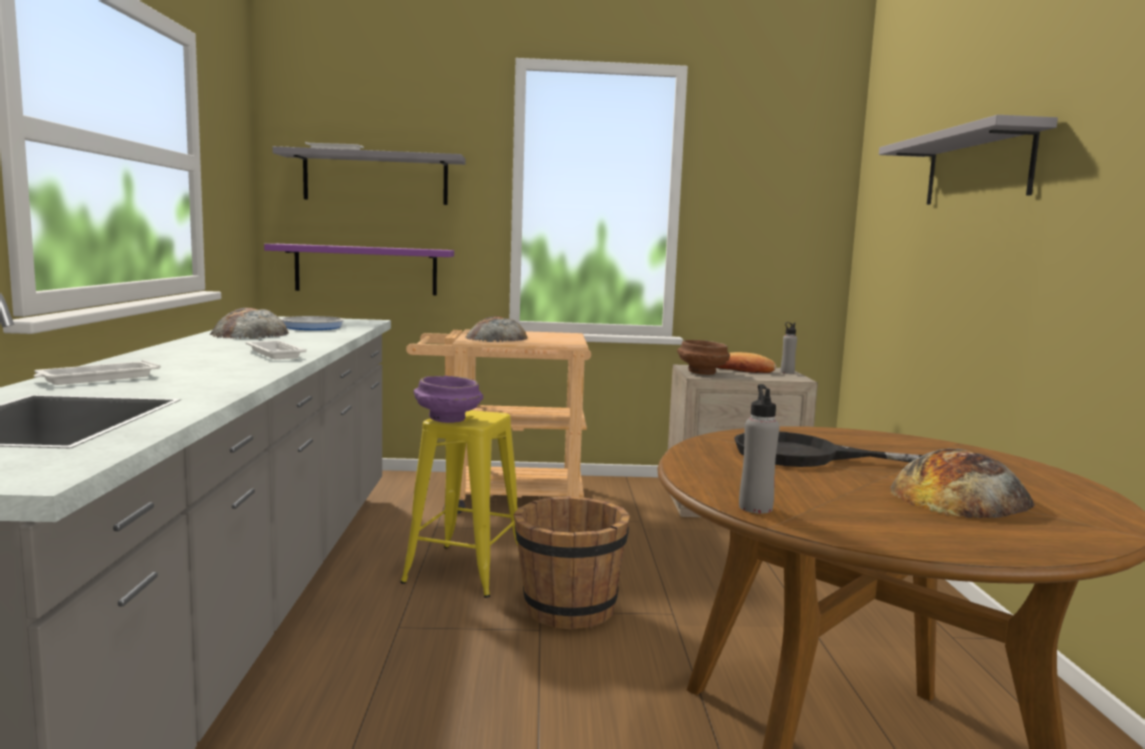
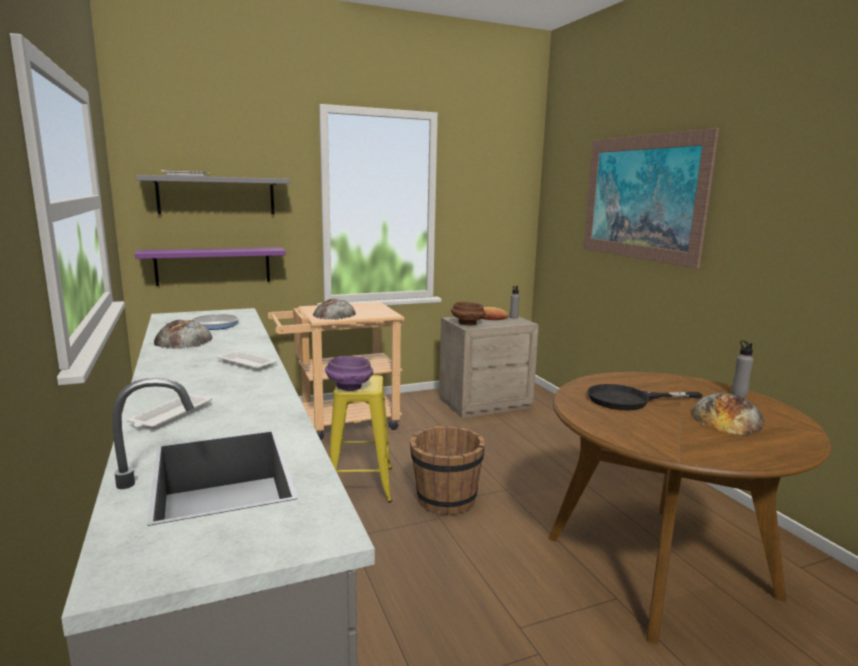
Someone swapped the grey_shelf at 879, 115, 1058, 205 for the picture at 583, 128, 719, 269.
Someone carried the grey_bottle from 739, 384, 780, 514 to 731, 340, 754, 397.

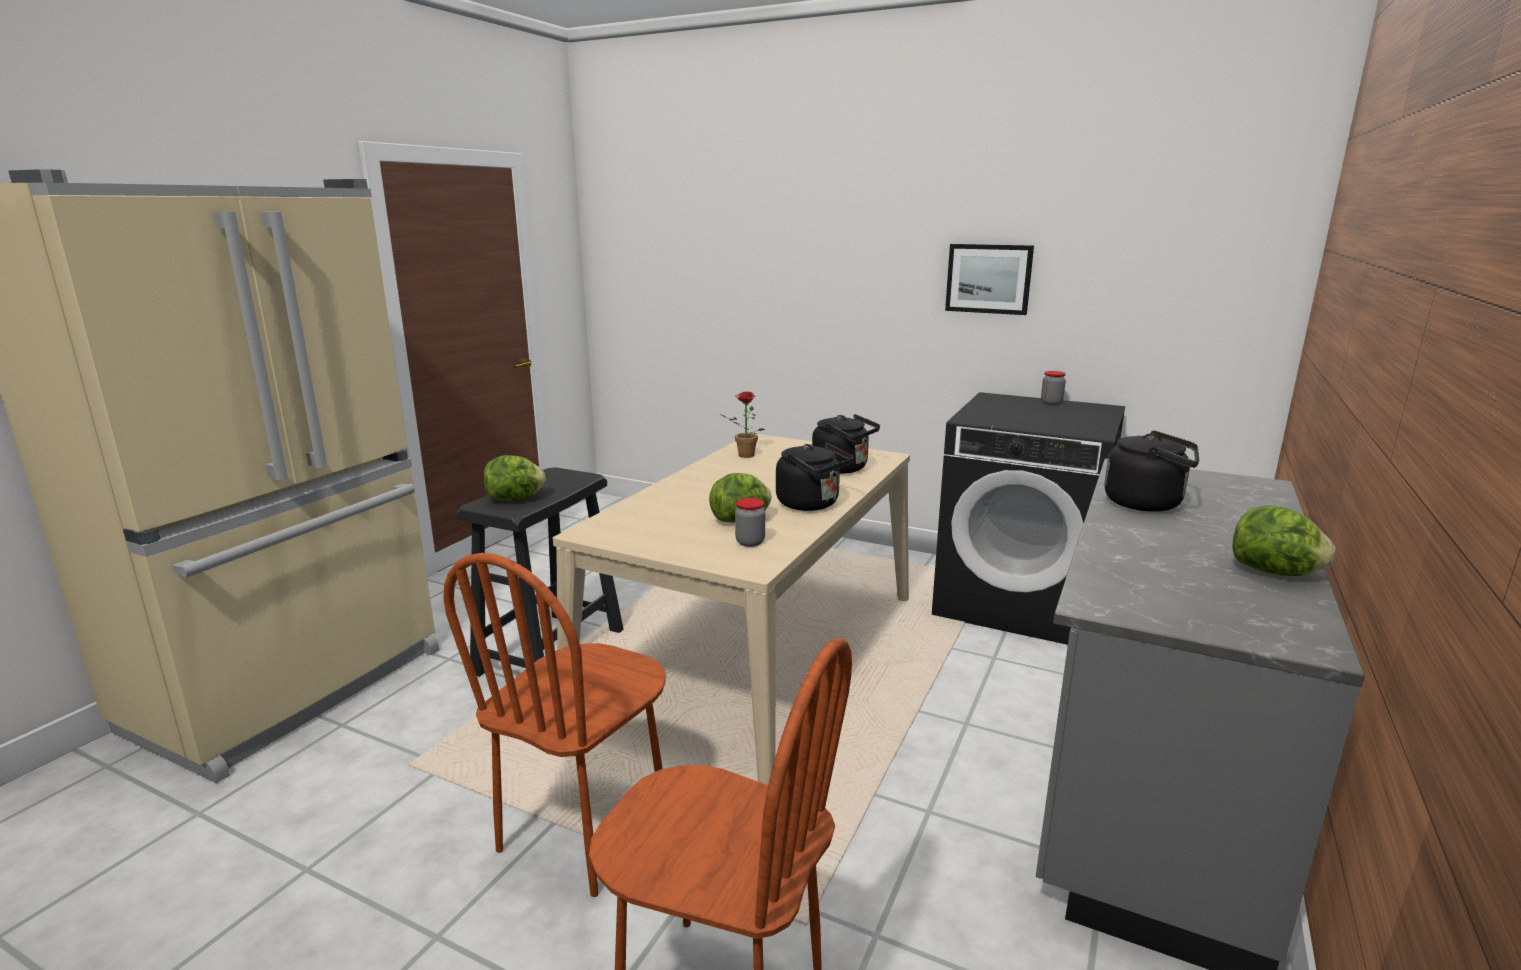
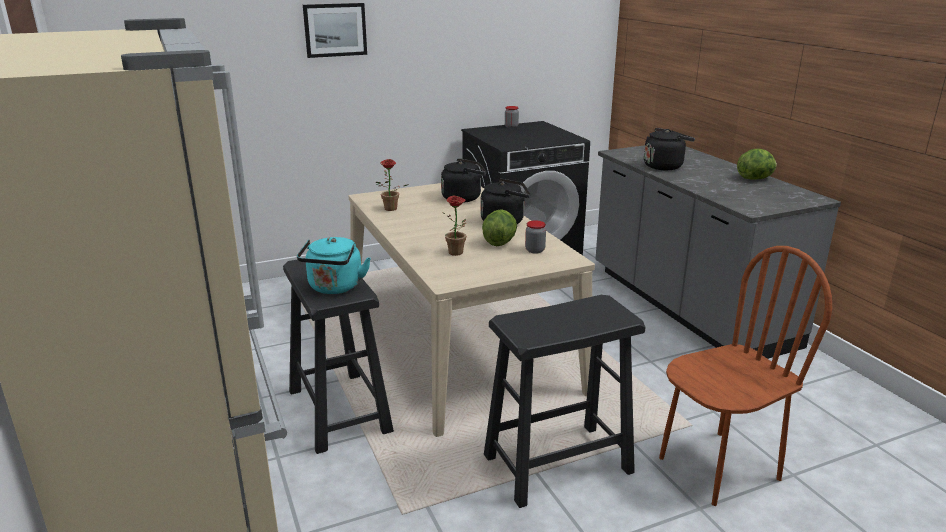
Someone swapped the lettuce at 484, 455, 546, 501 for the turquoise_kettle at 297, 237, 371, 294.
Someone carried the picture from 945, 244, 1034, 315 to 303, 3, 367, 58.
Someone put down the potted_plant at 442, 196, 466, 256.
Someone swapped the brown_chair at 443, 553, 666, 897 for the black_stool at 484, 295, 645, 508.

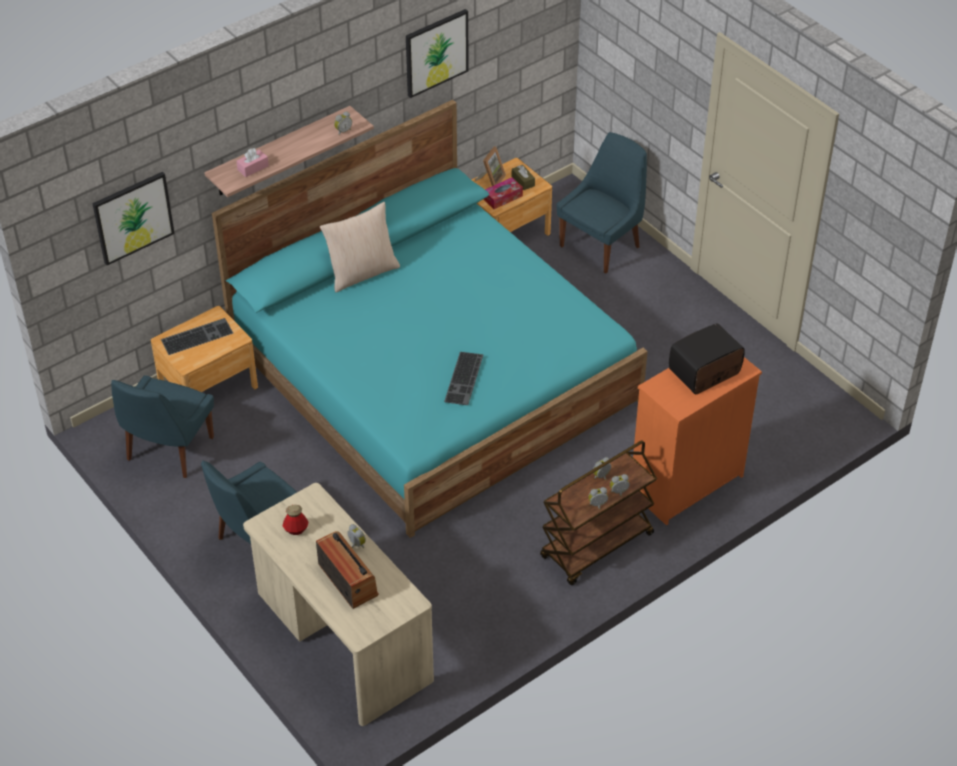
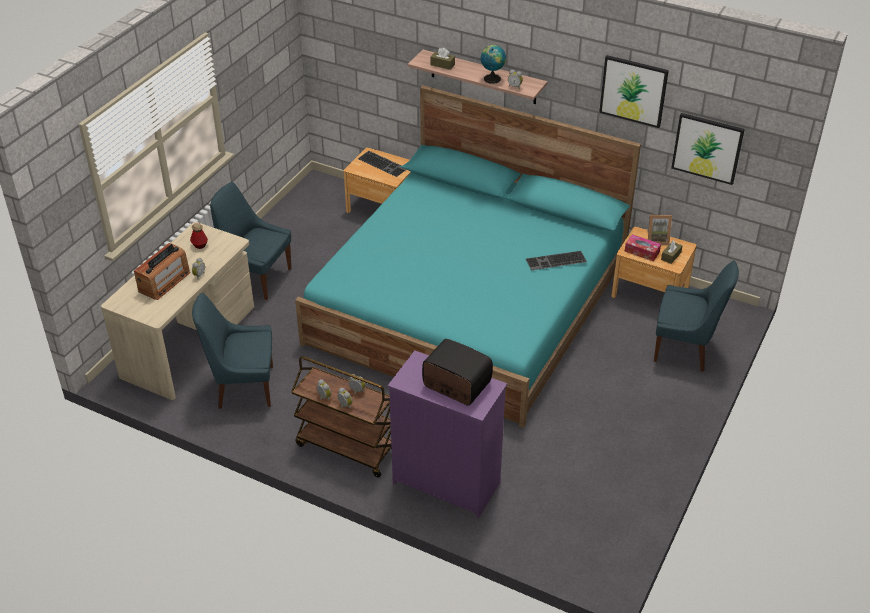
Someone carried the blue_chair from 111, 375, 214, 478 to 192, 293, 273, 409.
Someone repainted the orange_dresser at 633, 357, 762, 525, which became the purple_dresser at 388, 350, 507, 519.
Someone repainted the pink_tissue_box at 236, 148, 269, 177, which became the brown_tissue_box at 431, 48, 455, 70.
Someone put down the globe at 481, 45, 506, 84.
Someone carried the keyboard from 444, 352, 484, 405 to 526, 251, 587, 270.
Someone carried the picture from 92, 172, 175, 265 to 671, 113, 745, 185.
Someone took away the beige_pillow at 320, 202, 400, 292.

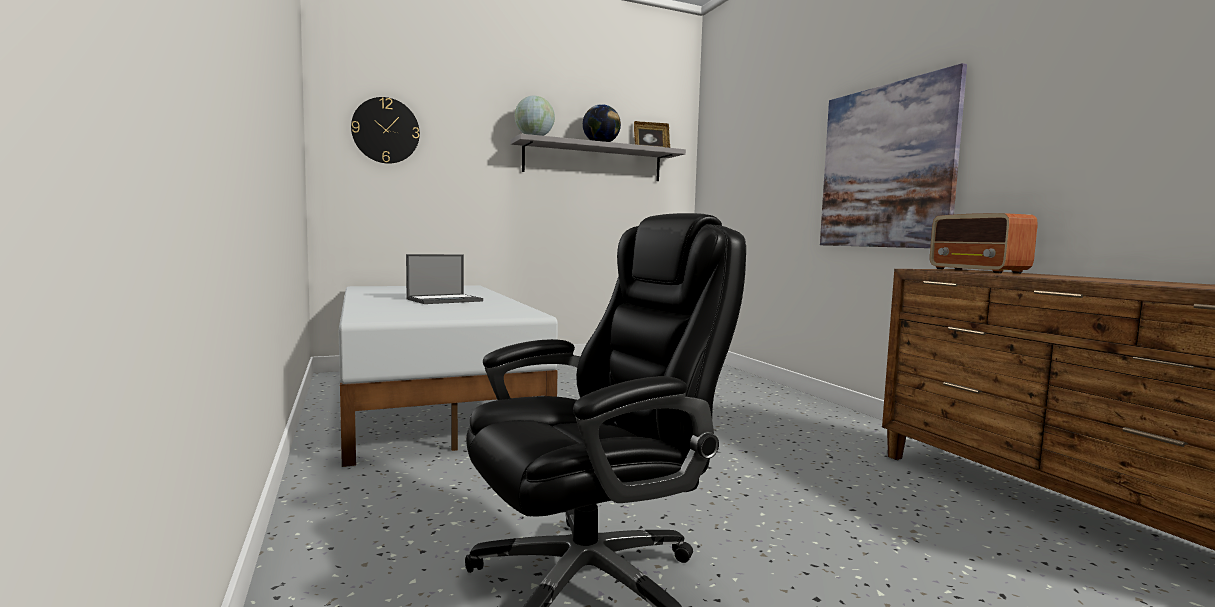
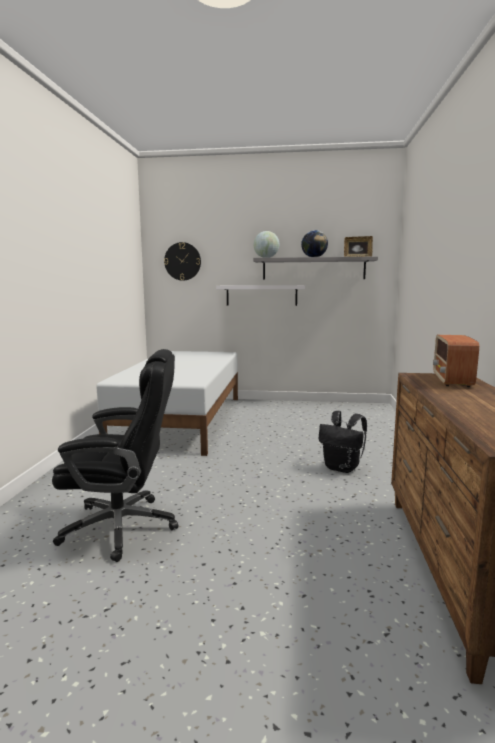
Someone put up the white_shelf at 216, 285, 305, 306.
Someone put down the black_backpack at 319, 411, 367, 473.
Someone took away the laptop at 406, 254, 483, 304.
Someone took away the picture at 820, 63, 967, 248.

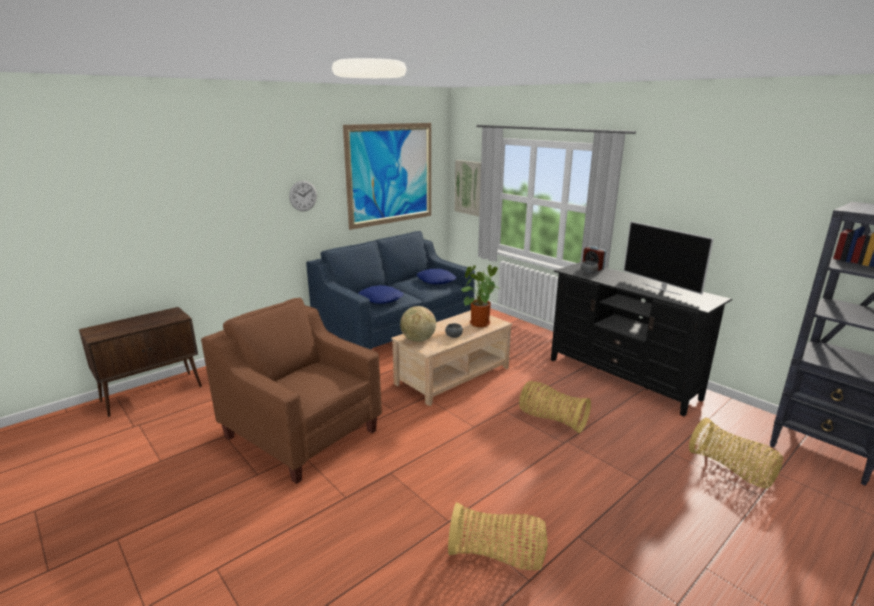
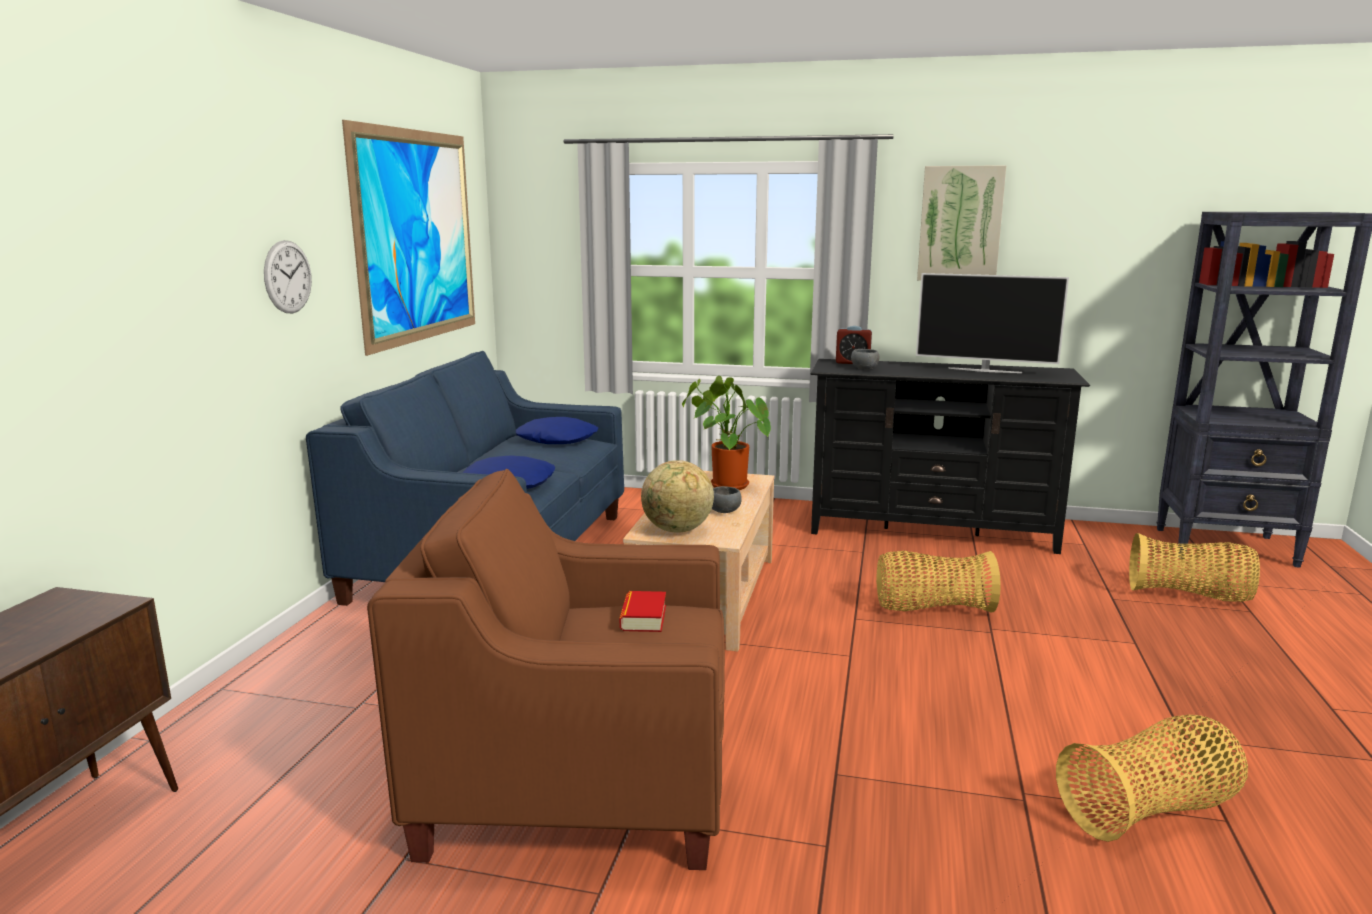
Someone put down the book at 620, 591, 666, 632.
Someone carried the picture from 454, 160, 481, 216 to 917, 165, 1006, 281.

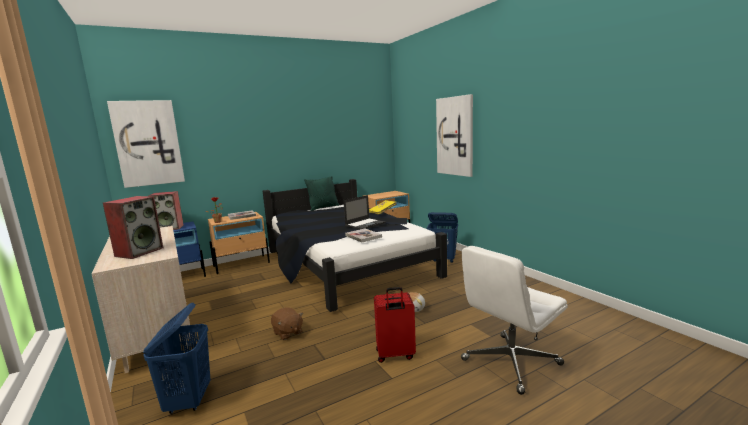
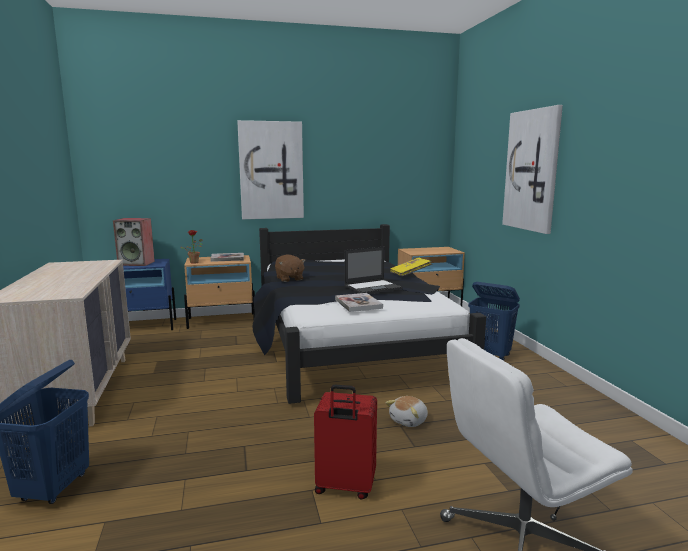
Someone carried the picture from 107, 100, 185, 188 to 237, 120, 304, 219.
Someone carried the brown_plush_toy from 271, 308, 303, 340 to 275, 254, 306, 282.
Someone took away the speaker at 103, 196, 163, 259.
Someone took away the green_pillow at 304, 176, 339, 210.

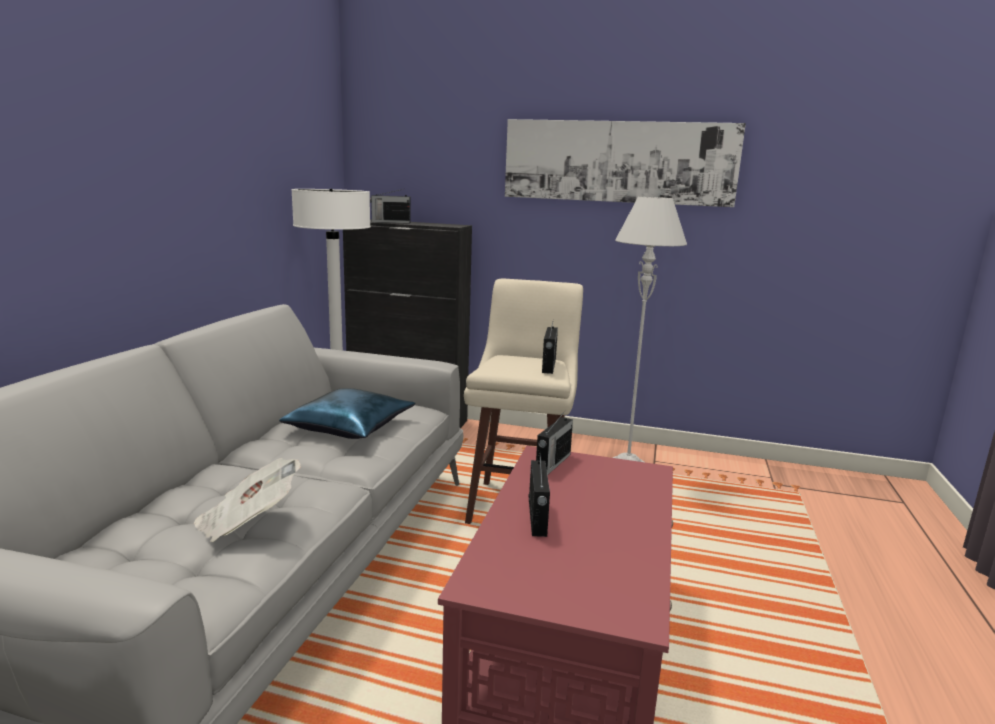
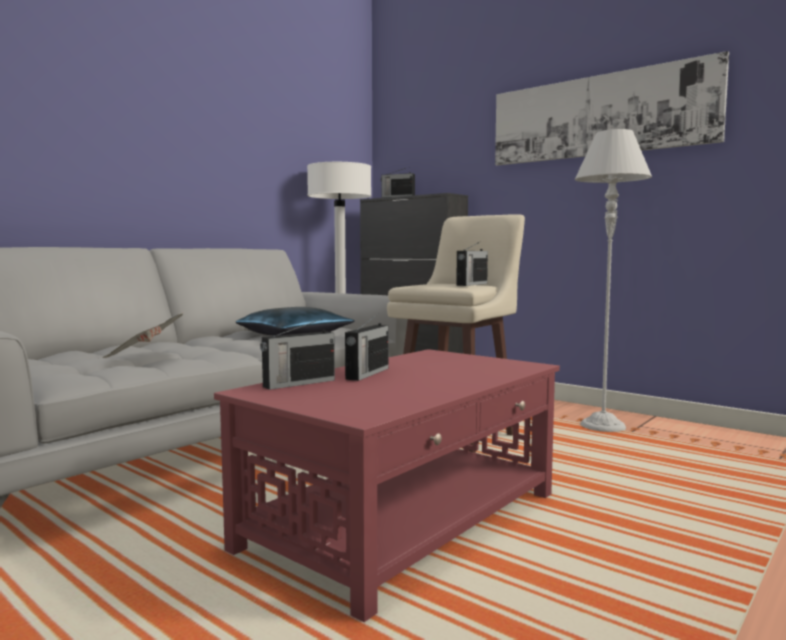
Someone carried the radio from 536, 410, 573, 475 to 260, 319, 335, 390.

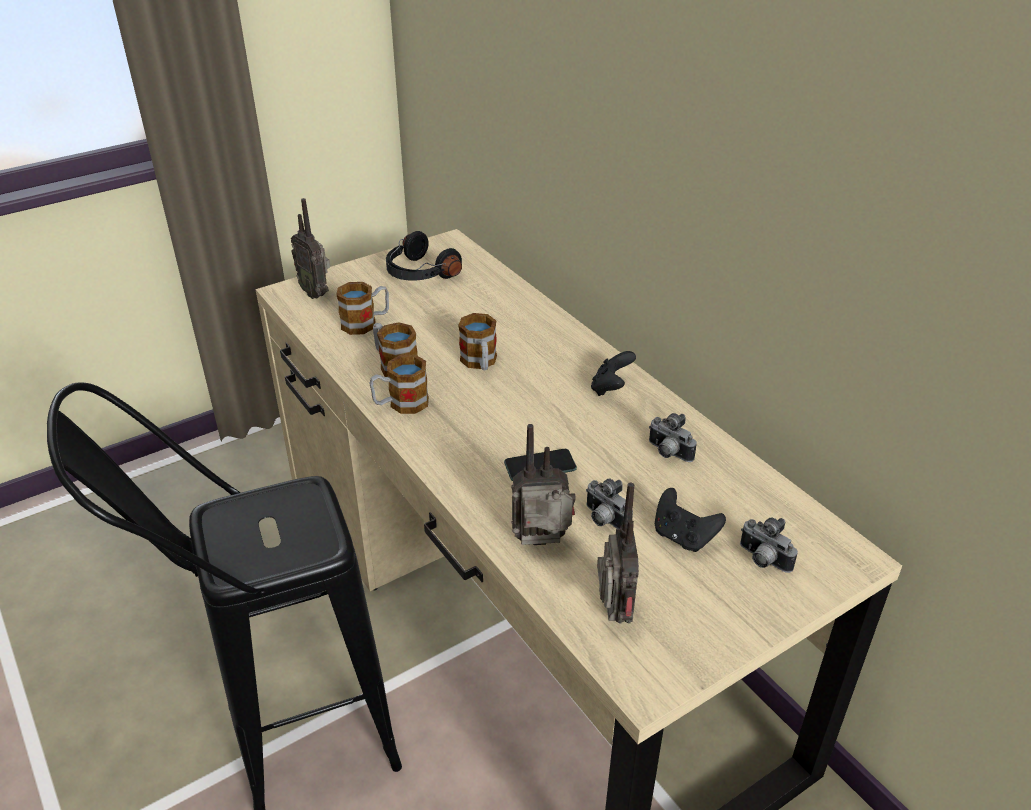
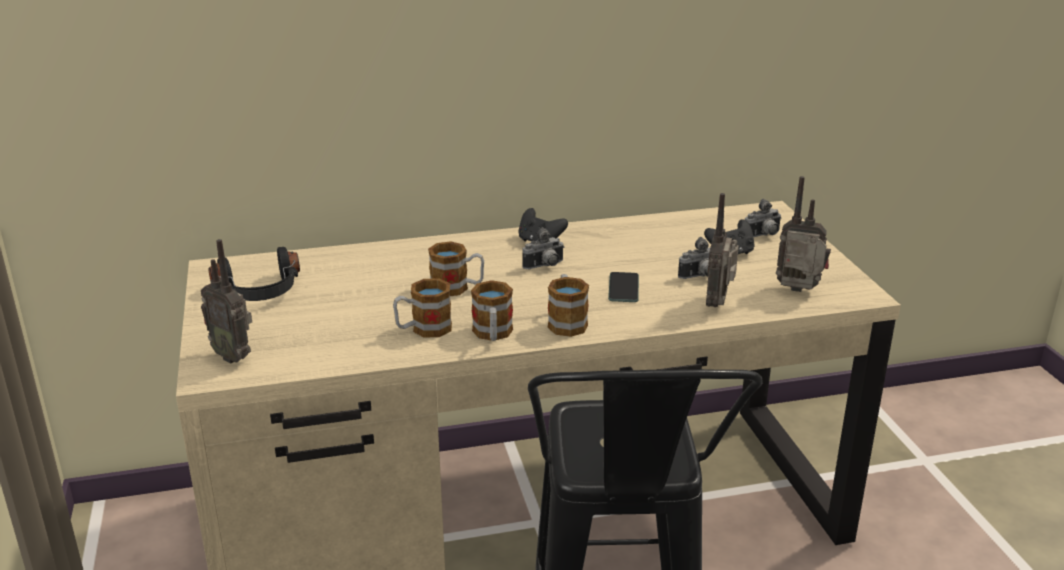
Someone rotated the radio at 291, 198, 330, 299 by 60 degrees clockwise.
Someone carried the photo_camera from 649, 413, 697, 462 to 522, 227, 564, 269.
Someone carried the mug from 336, 282, 389, 335 to 548, 274, 589, 337.

